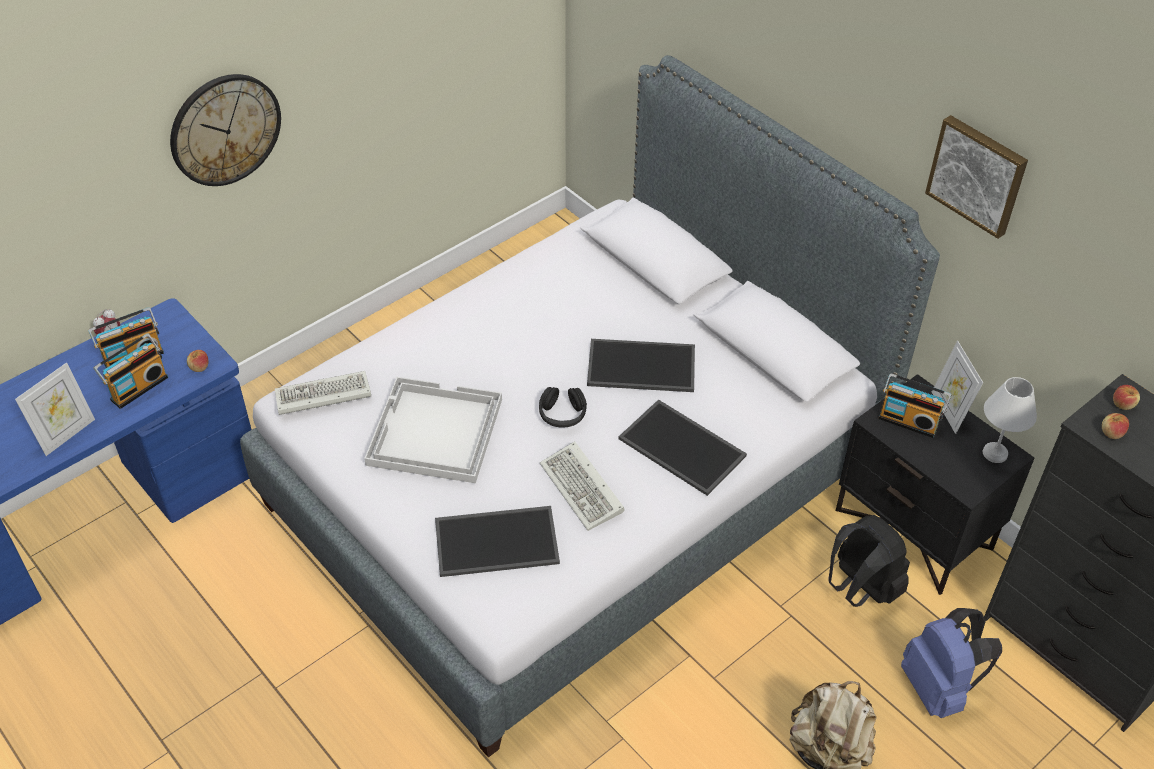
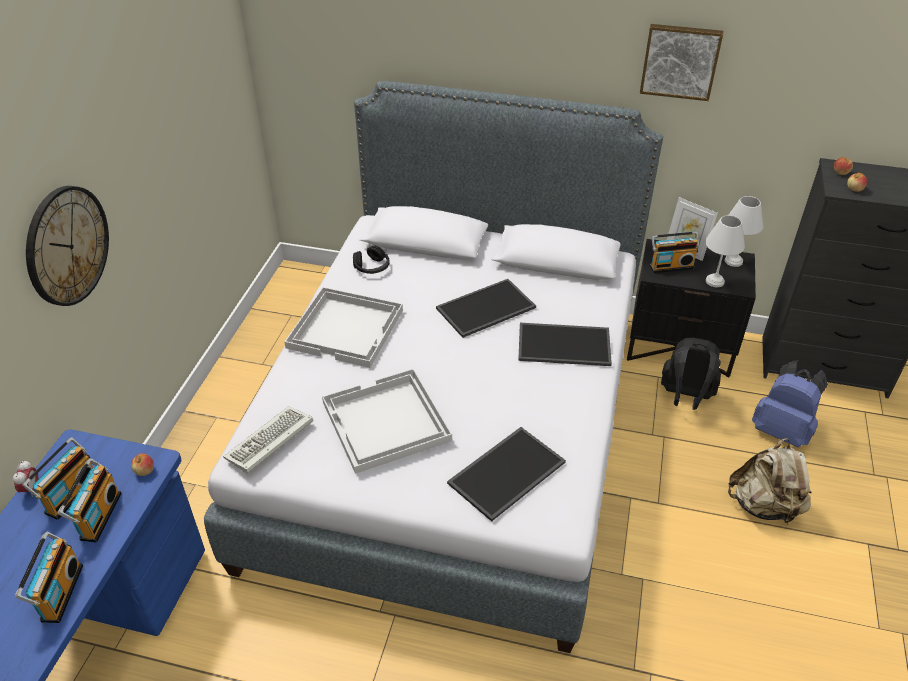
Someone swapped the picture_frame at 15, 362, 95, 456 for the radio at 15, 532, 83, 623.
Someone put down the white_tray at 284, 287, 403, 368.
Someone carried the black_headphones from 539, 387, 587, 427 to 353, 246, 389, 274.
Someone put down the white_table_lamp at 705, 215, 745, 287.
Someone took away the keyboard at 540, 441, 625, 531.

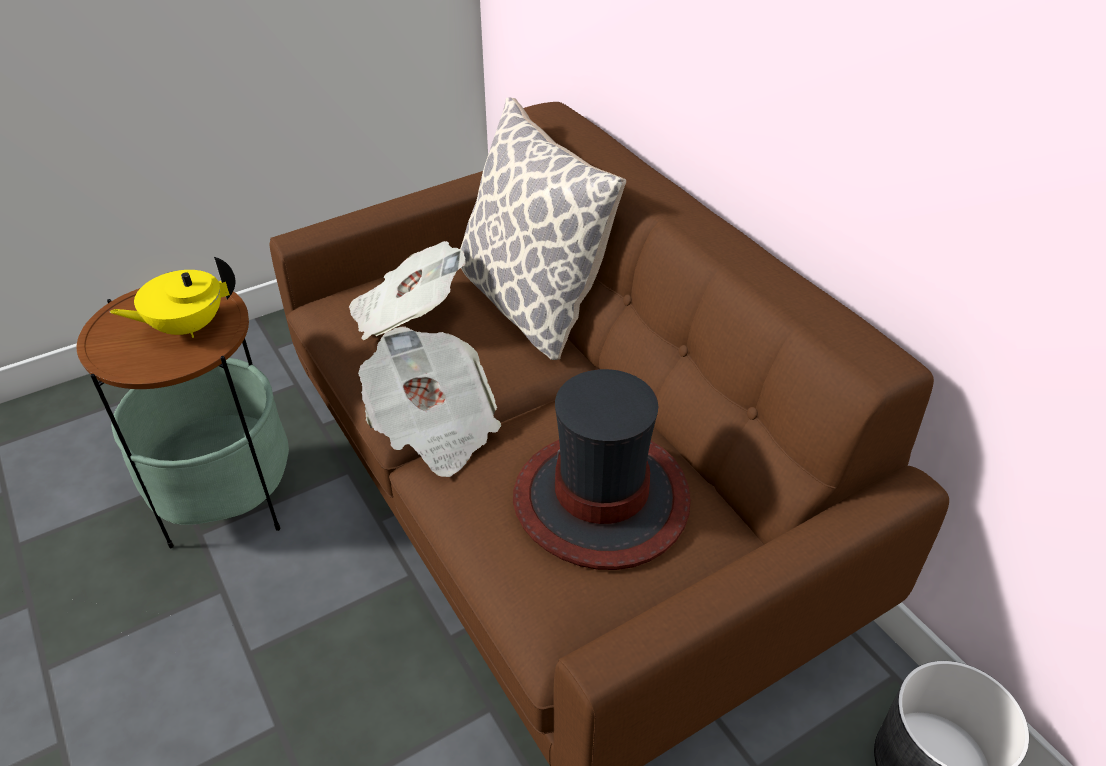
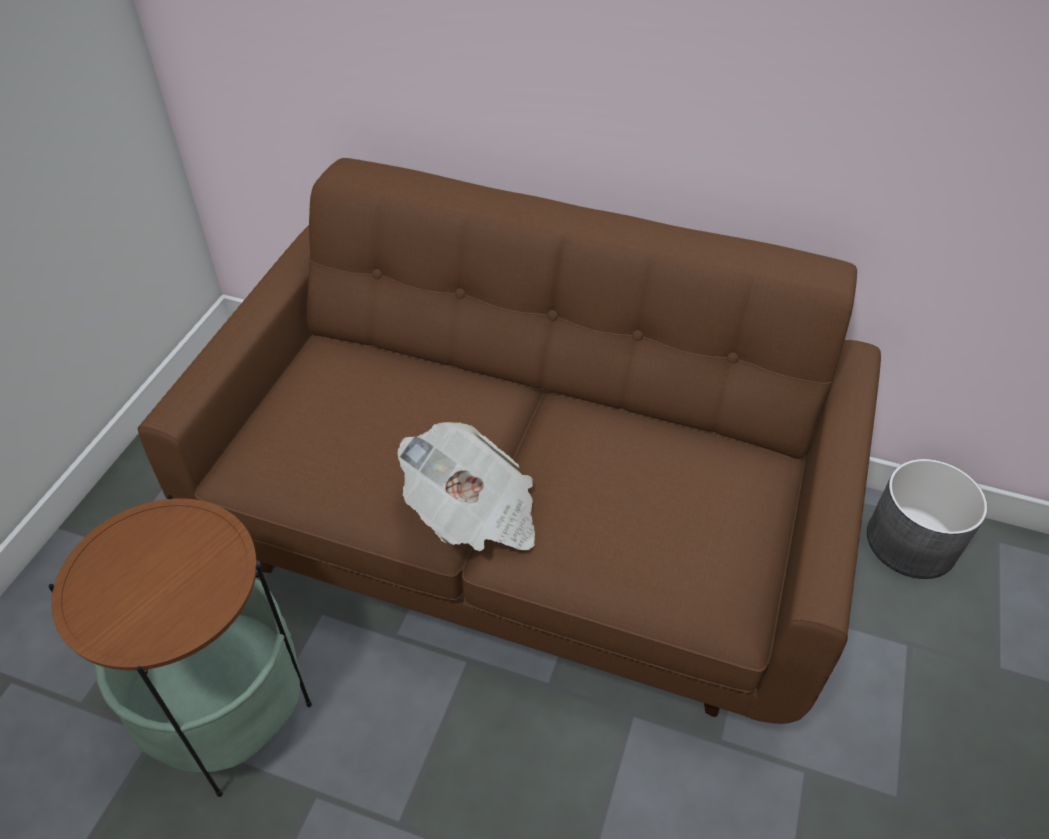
Someone took away the yellow_teapot at 109, 257, 236, 338.
Someone took away the newspaper at 349, 241, 466, 340.
Someone took away the pillow at 460, 98, 626, 360.
Someone took away the hat at 513, 369, 691, 570.

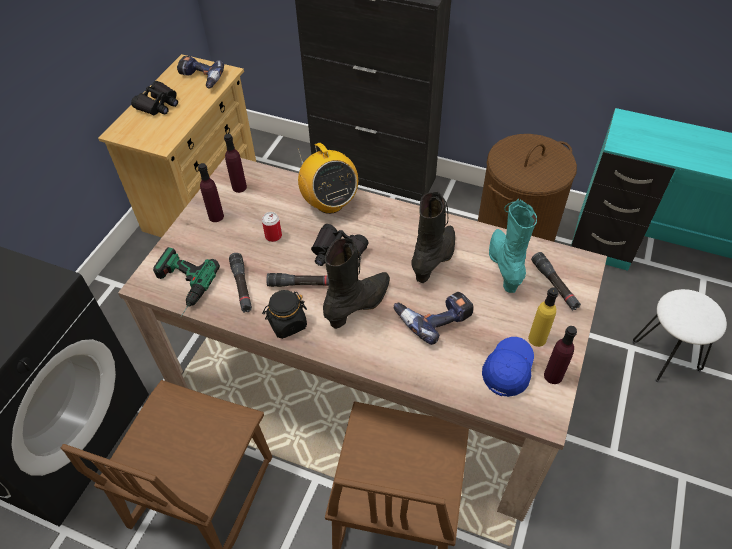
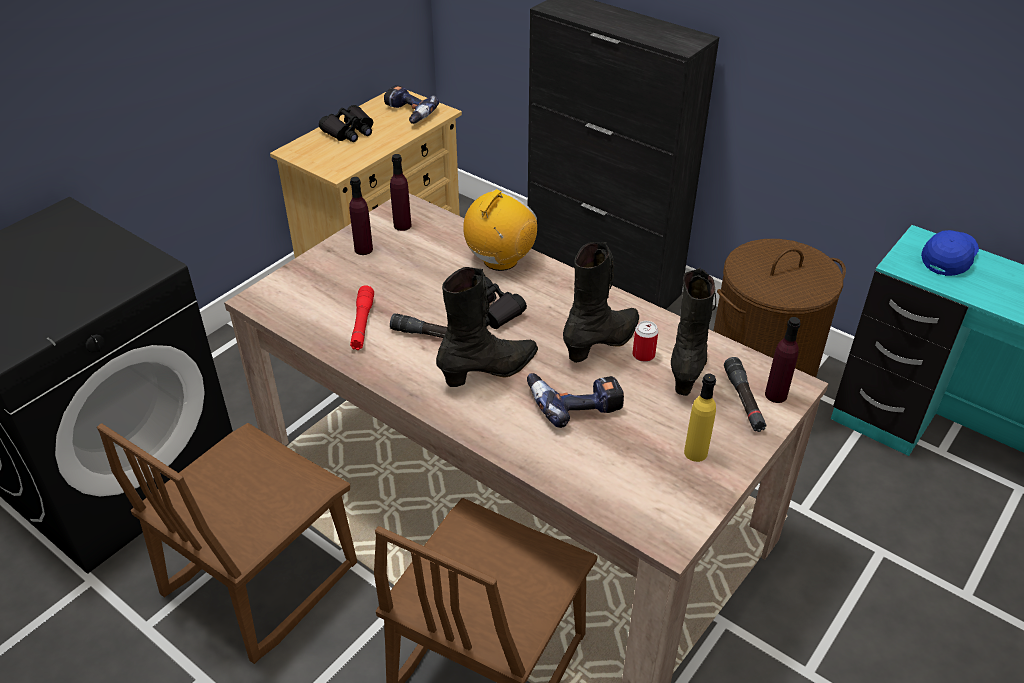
Someone repainted the black_flashlight at 229, 253, 252, 313, which became the red_flashlight at 350, 285, 374, 350.
Someone rotated the radio at 298, 143, 358, 214 by 135 degrees counterclockwise.
Someone carried the can from 262, 212, 282, 242 to 633, 321, 658, 362.
Someone repainted the turquoise_boot at 489, 199, 537, 293, which became the black_boot at 671, 268, 716, 396.
Someone carried the purple_bottle from 544, 326, 577, 384 to 765, 317, 801, 403.
Someone carried the blue_cap from 482, 337, 534, 397 to 921, 230, 979, 276.
Someone took away the power_drill at 153, 247, 220, 317.
Someone took away the black_jar at 262, 290, 307, 339.
Someone took away the white_stool at 632, 289, 727, 383.

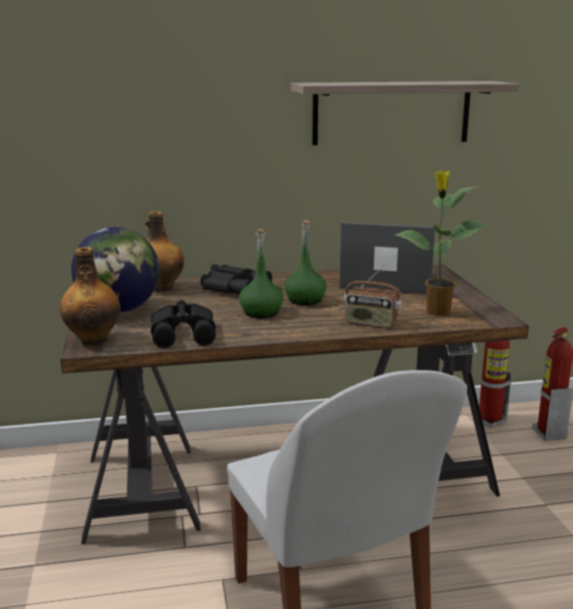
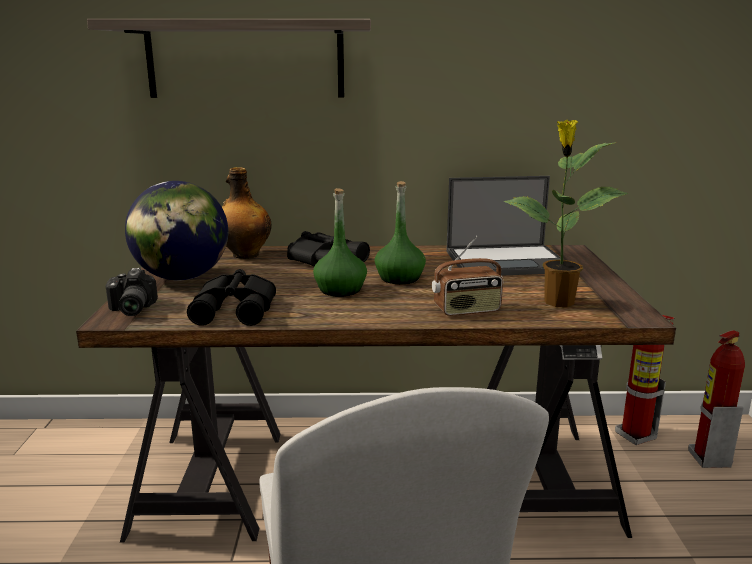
Someone carried the shelf from 290, 81, 519, 145 to 87, 19, 371, 98.
Someone swapped the bottle at 60, 247, 120, 345 for the photo_camera at 105, 268, 158, 316.
Someone rotated the radio at 344, 265, 401, 327 by 45 degrees counterclockwise.
Someone rotated the laptop at 339, 222, 435, 294 by 150 degrees clockwise.

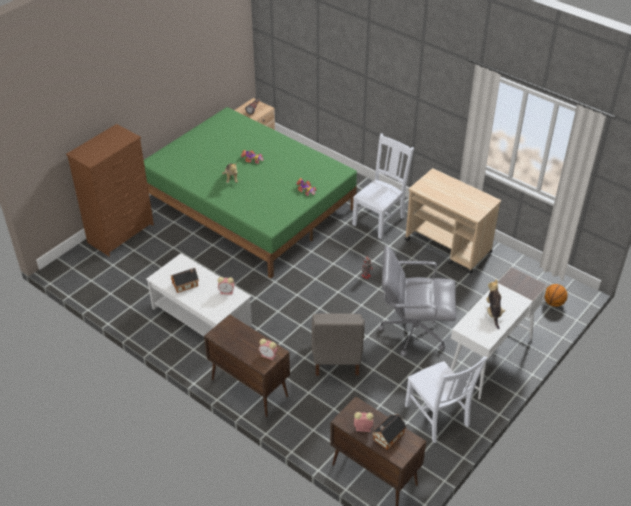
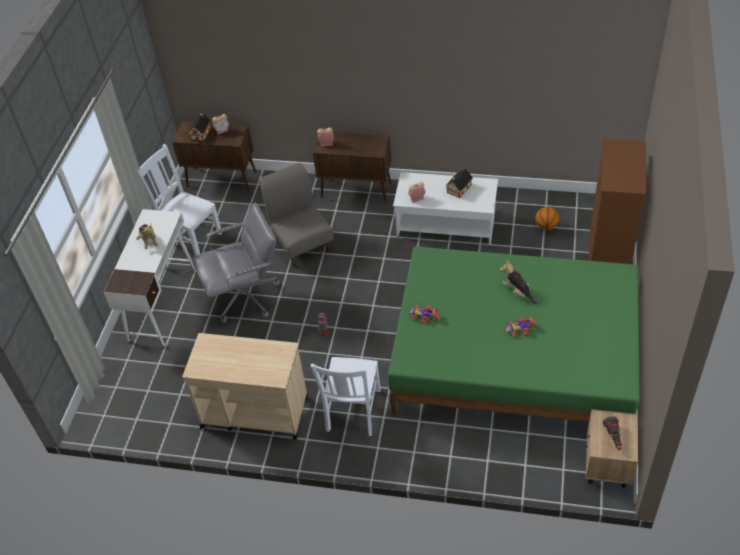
Someone carried the basketball from 544, 284, 568, 307 to 535, 207, 559, 230.

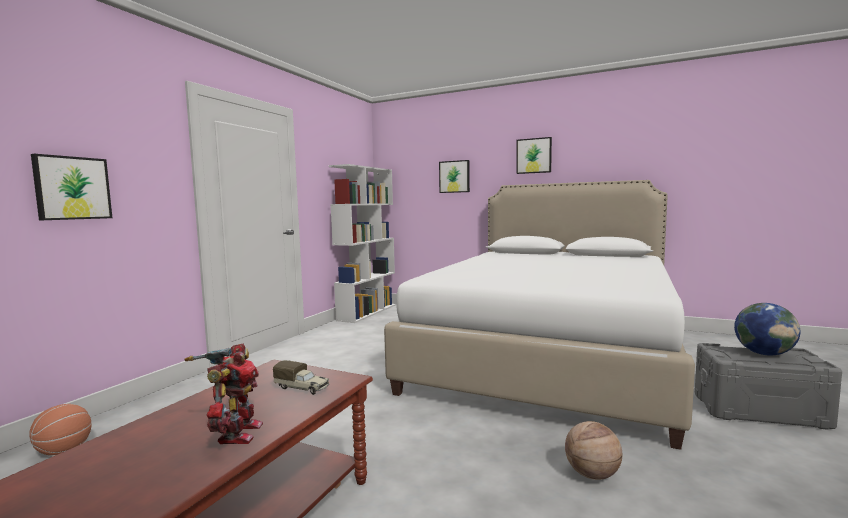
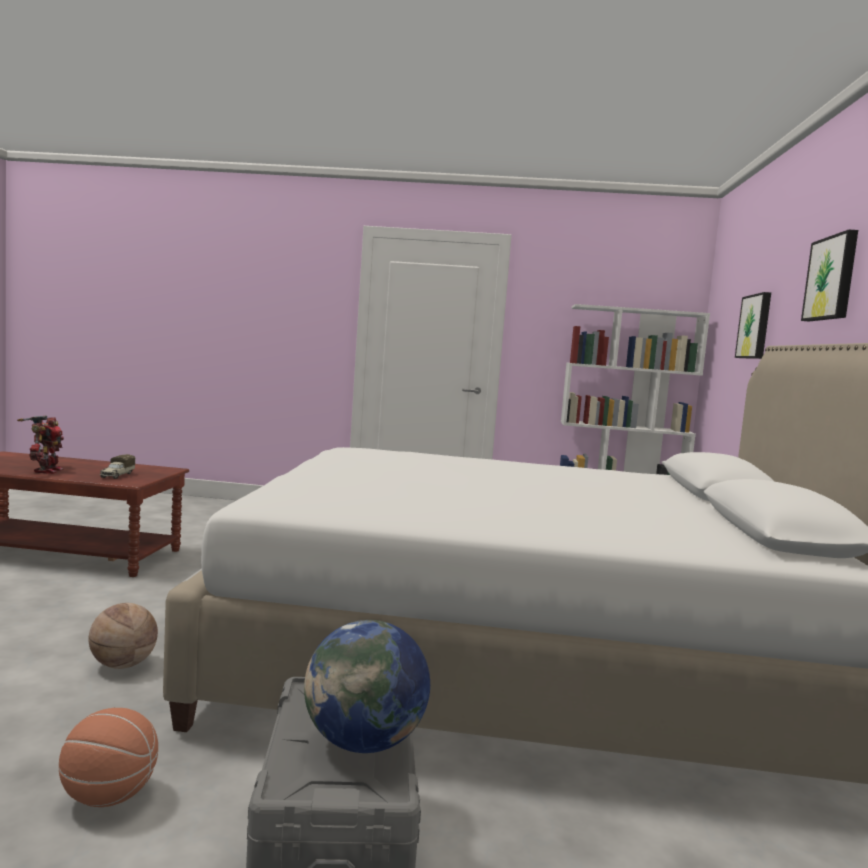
Someone rotated the toy_robot at 184, 344, 263, 444 by 75 degrees counterclockwise.
Someone carried the basketball from 29, 404, 92, 455 to 59, 708, 158, 807.
Someone took away the picture at 31, 154, 112, 220.

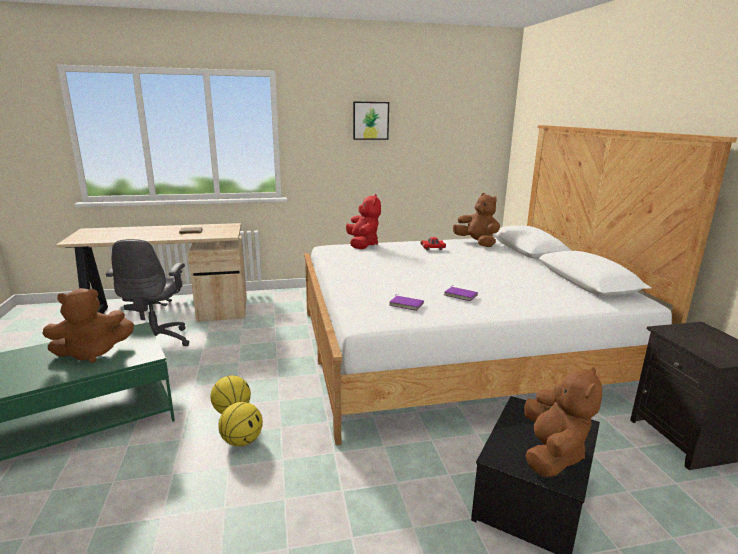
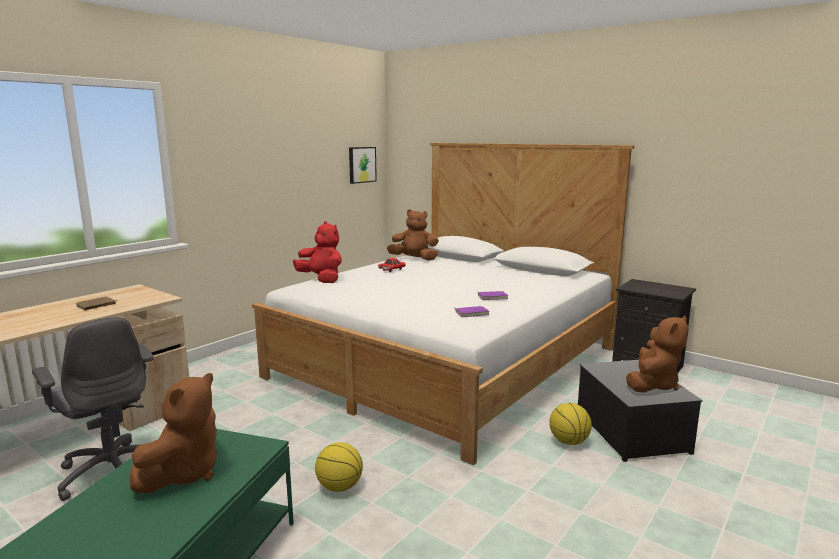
Someone carried the picture from 353, 102, 389, 140 to 349, 147, 377, 184.
Someone carried the basketball from 218, 402, 263, 446 to 549, 403, 592, 445.
Someone rotated the brown_plush_toy at 525, 366, 602, 477 by 60 degrees clockwise.

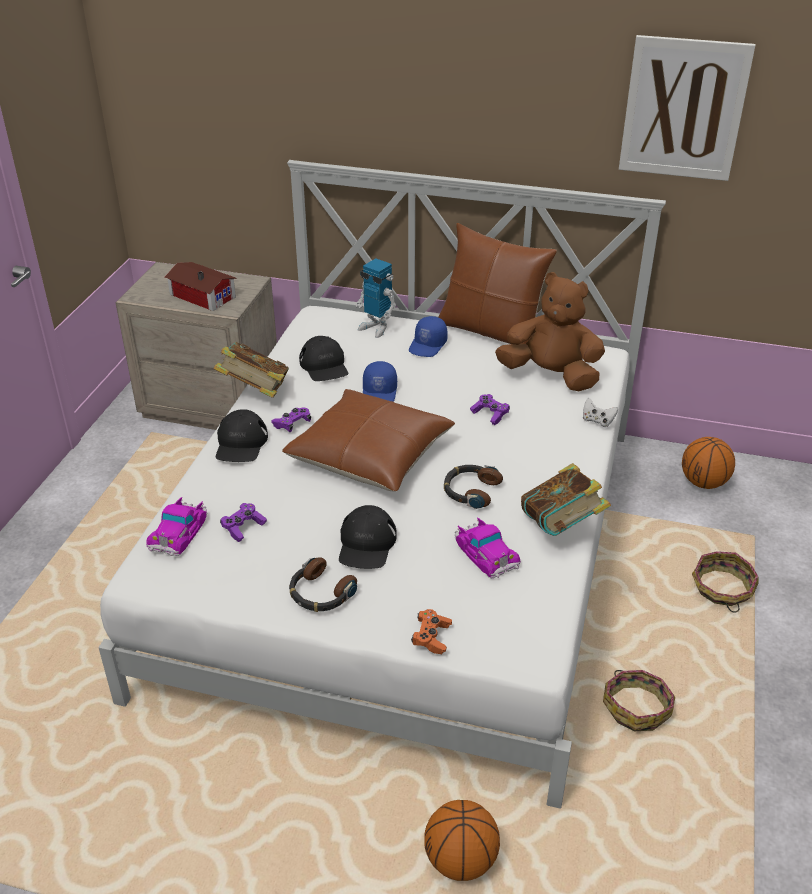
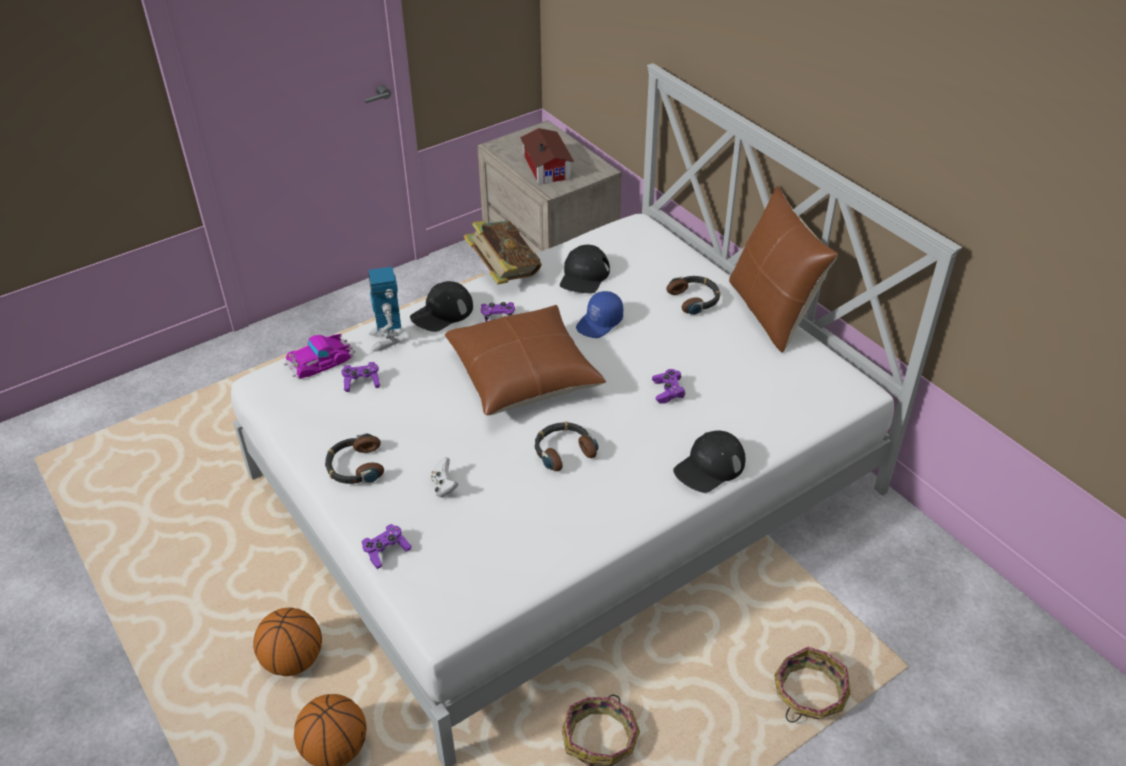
Someone carried the basketball from 682, 437, 735, 489 to 253, 608, 322, 676.
Someone repainted the orange_game_controller at 411, 609, 452, 654, which became the purple_game_controller at 362, 524, 412, 569.
Someone carried the toy_robot from 355, 258, 396, 338 to 368, 267, 401, 352.
Someone carried the white_game_controller from 583, 398, 618, 427 to 430, 457, 458, 497.
Someone swapped the blue_cap at 409, 316, 447, 357 for the headphones at 666, 276, 720, 315.
Someone carried the black_cap from 339, 505, 397, 569 to 673, 430, 746, 493.
Someone took away the toy_car at 455, 518, 520, 578.
Someone took away the brown_plush_toy at 495, 272, 605, 391.
Someone took away the book at 521, 463, 611, 536.
Someone took away the picture at 619, 35, 755, 181.

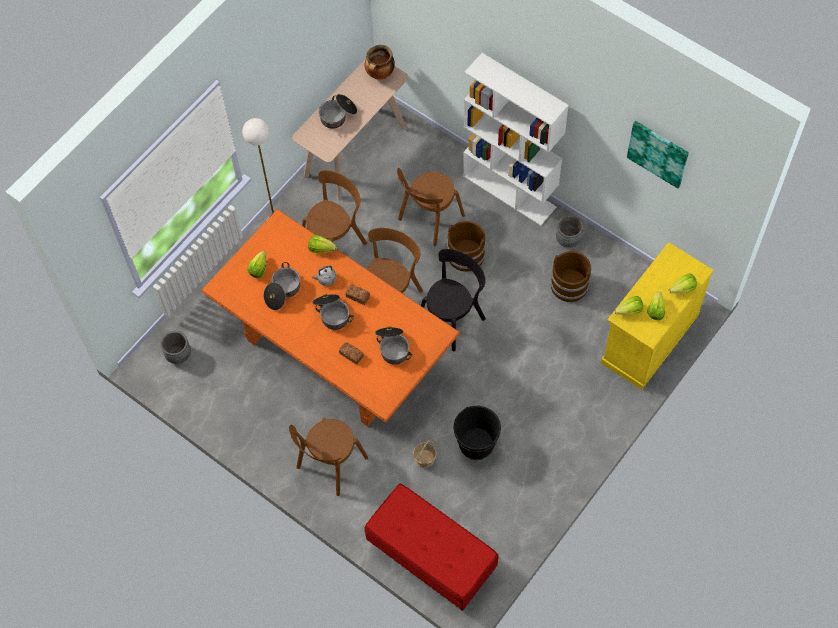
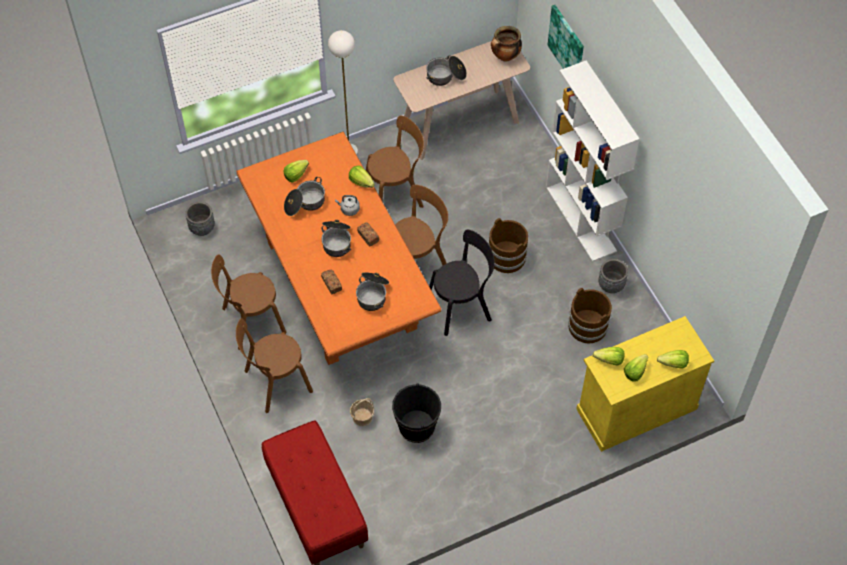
Someone carried the brown_chair from 397, 168, 465, 246 to 211, 254, 286, 350.
Someone carried the picture from 627, 121, 689, 189 to 547, 5, 584, 69.

